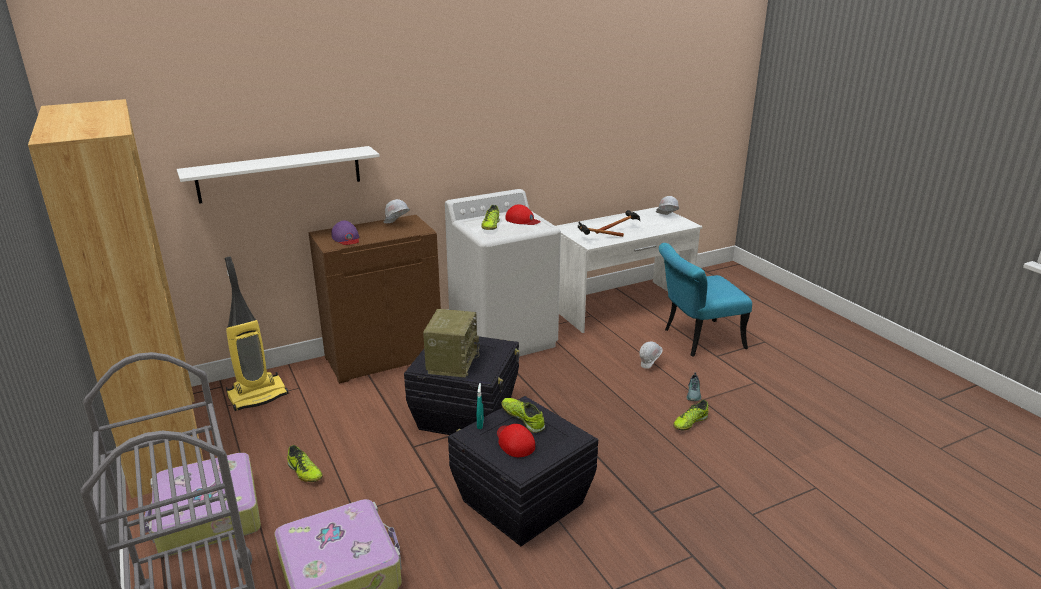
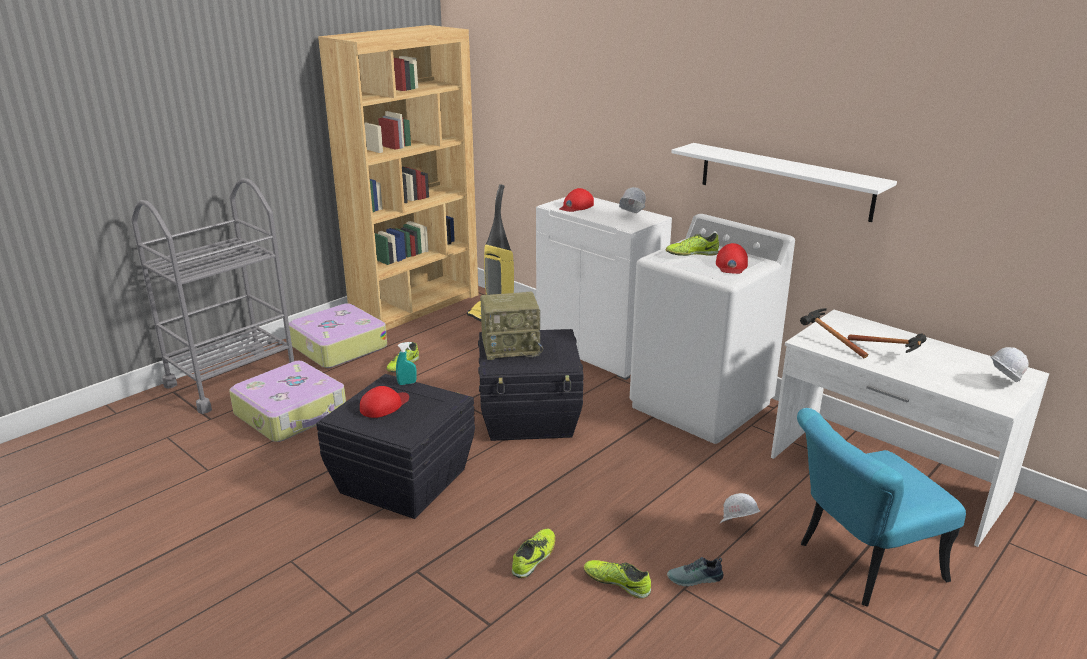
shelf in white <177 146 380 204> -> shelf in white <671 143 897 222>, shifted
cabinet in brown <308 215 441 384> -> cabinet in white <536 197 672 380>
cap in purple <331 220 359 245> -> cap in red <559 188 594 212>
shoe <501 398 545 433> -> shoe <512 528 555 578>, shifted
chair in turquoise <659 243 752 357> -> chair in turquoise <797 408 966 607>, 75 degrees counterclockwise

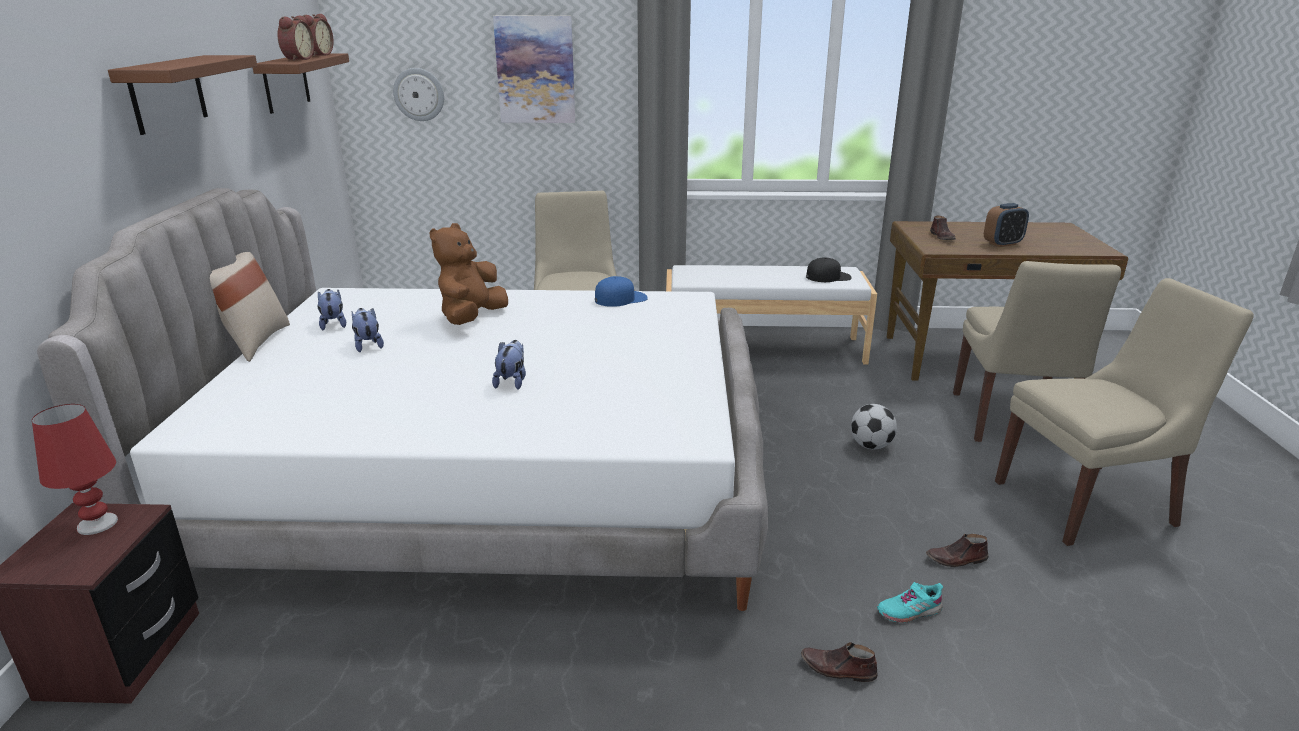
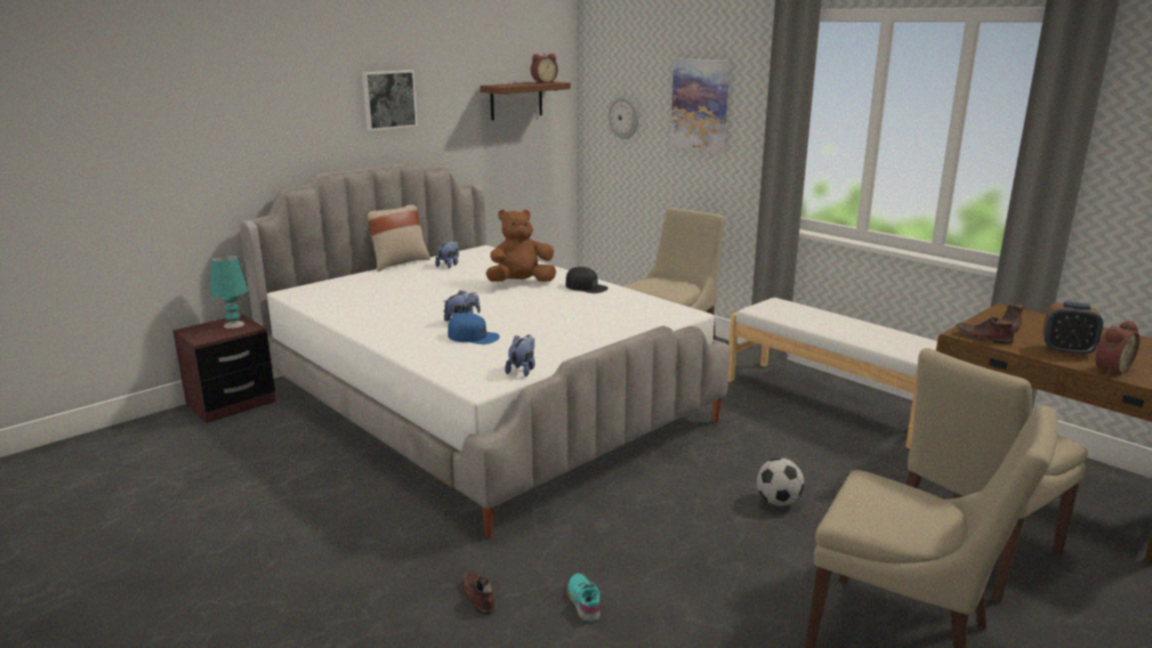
table lamp in red <32 404 118 535> -> table lamp in turquoise <210 255 248 329>
shelf in brown <108 55 257 135> -> picture <362 70 418 131>
alarm clock <277 16 314 61> -> alarm clock <1095 321 1140 375>, shifted
plush toy <352 308 384 352> -> plush toy <505 335 535 377>, shifted
cap in blue <595 276 648 307> -> cap in blue <448 313 500 344>, shifted
cap in black <806 257 852 282> -> cap in black <566 267 608 293>, shifted
shoe in turquoise <877 582 943 623> -> shoe in turquoise <567 573 600 621>, 45 degrees clockwise
shoe in brown <926 534 988 567> -> shoe in brown <956 317 1014 344>, shifted

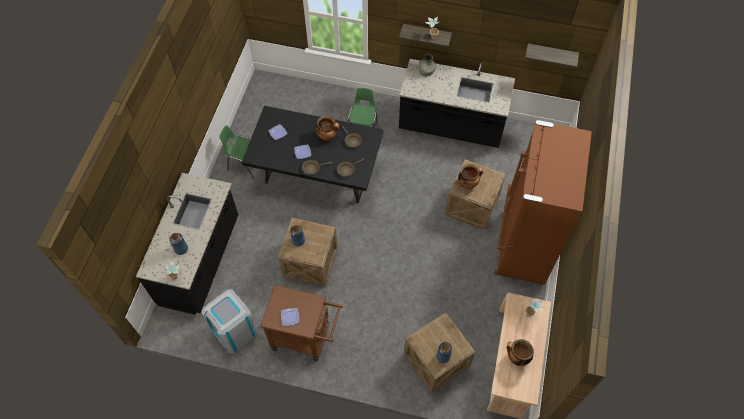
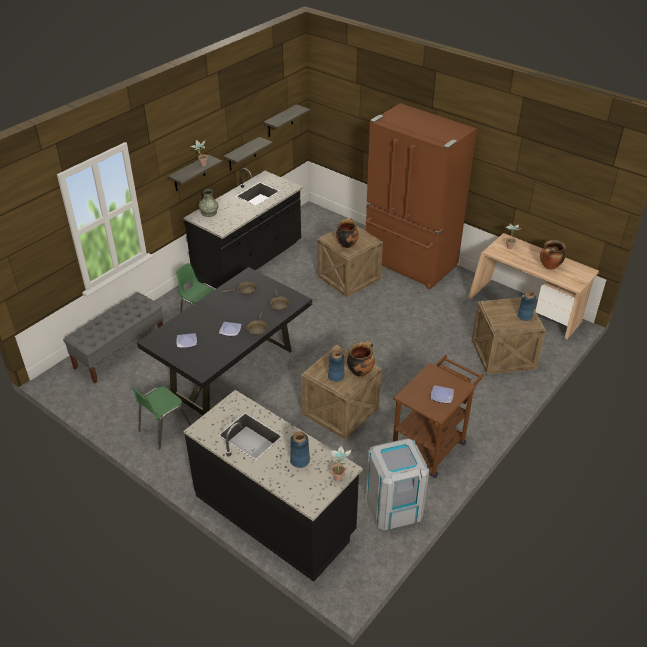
cooking pot <316 116 339 141> -> cooking pot <347 341 375 377>, shifted
none -> bench in grey <63 292 163 383>
none -> shelf <223 137 273 171>

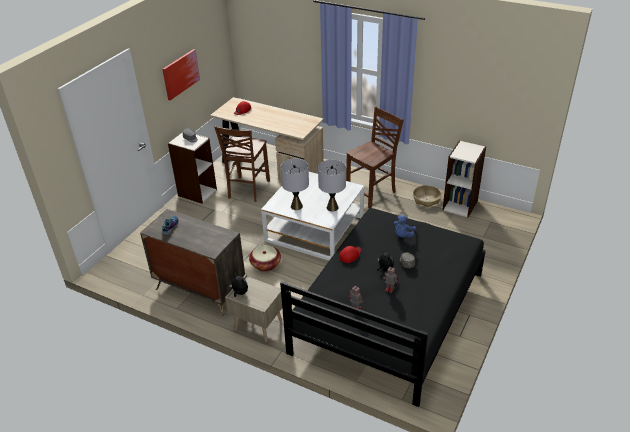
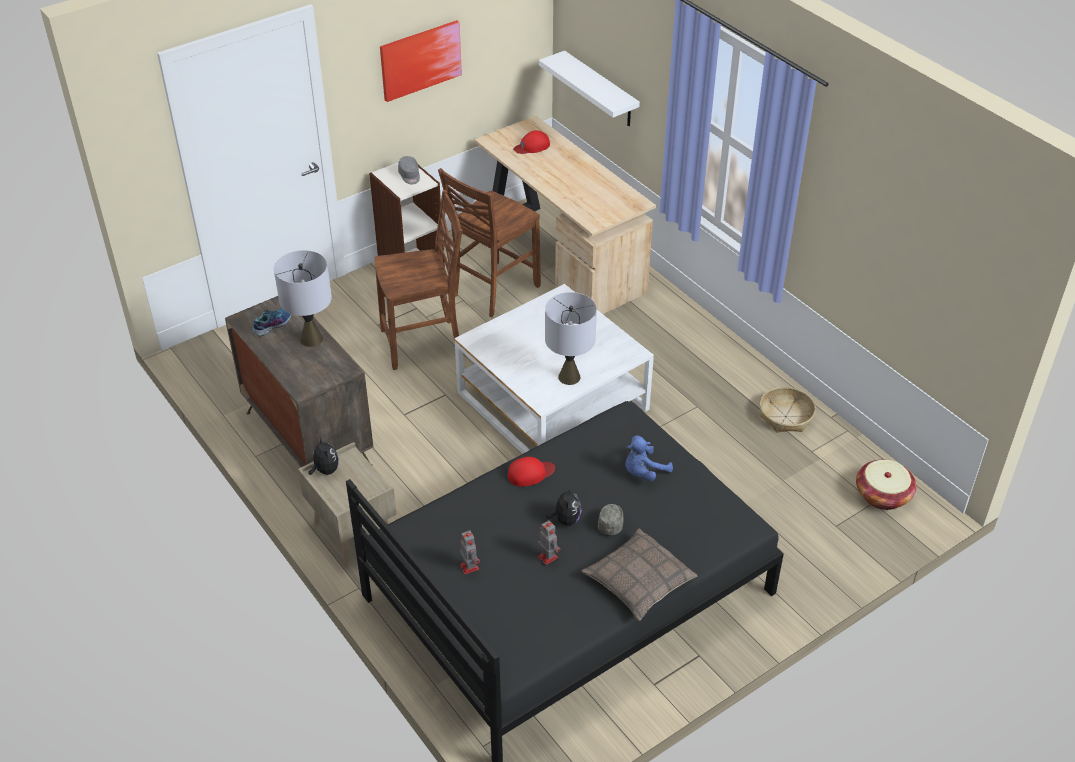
basket <249 245 281 272> -> basket <856 460 916 510>, shifted
table lamp in grey <280 159 309 210> -> table lamp in grey <274 250 332 347>, shifted
chair in brown <346 107 404 208> -> chair in brown <374 190 463 370>, shifted
bookcase <442 140 486 218> -> none
none -> shelf in white <539 51 640 126>
none -> pillow <581 528 697 621>

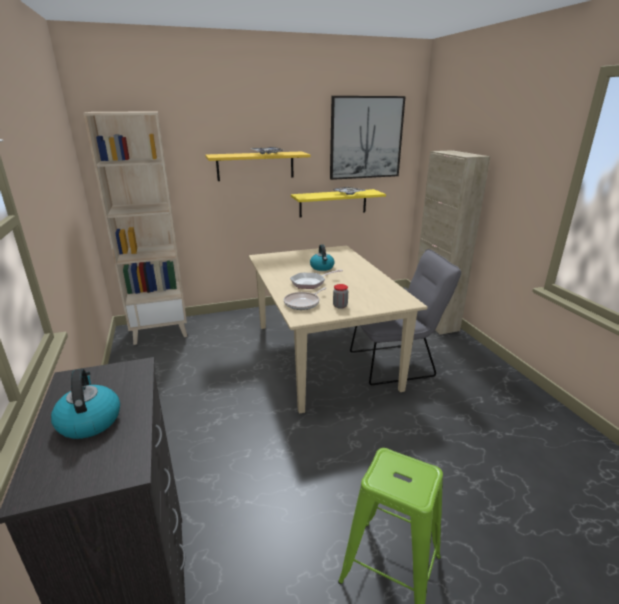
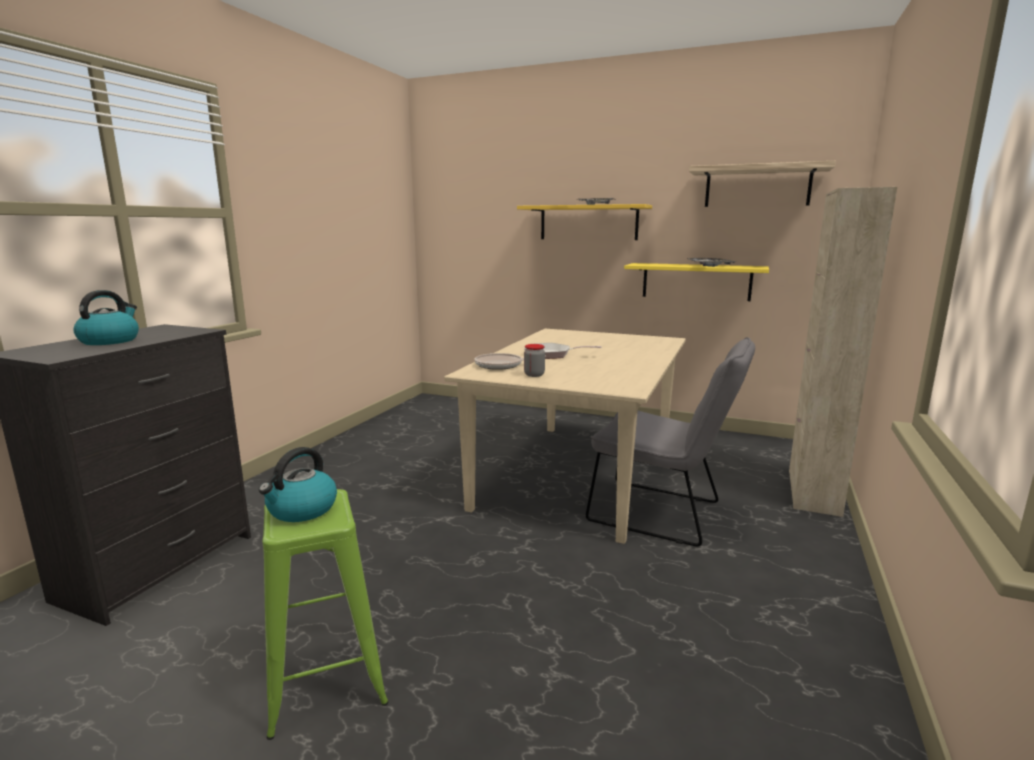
bookcase in beige <83 112 187 345> -> none
kettle <310 244 335 271> -> kettle <259 447 337 522>, shifted
picture <330 96 406 180> -> shelf <689 161 836 207>

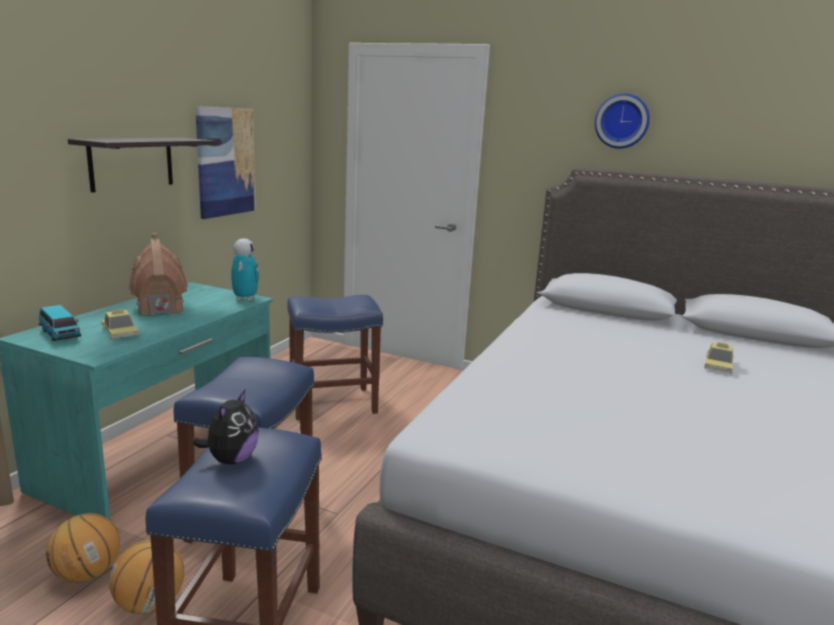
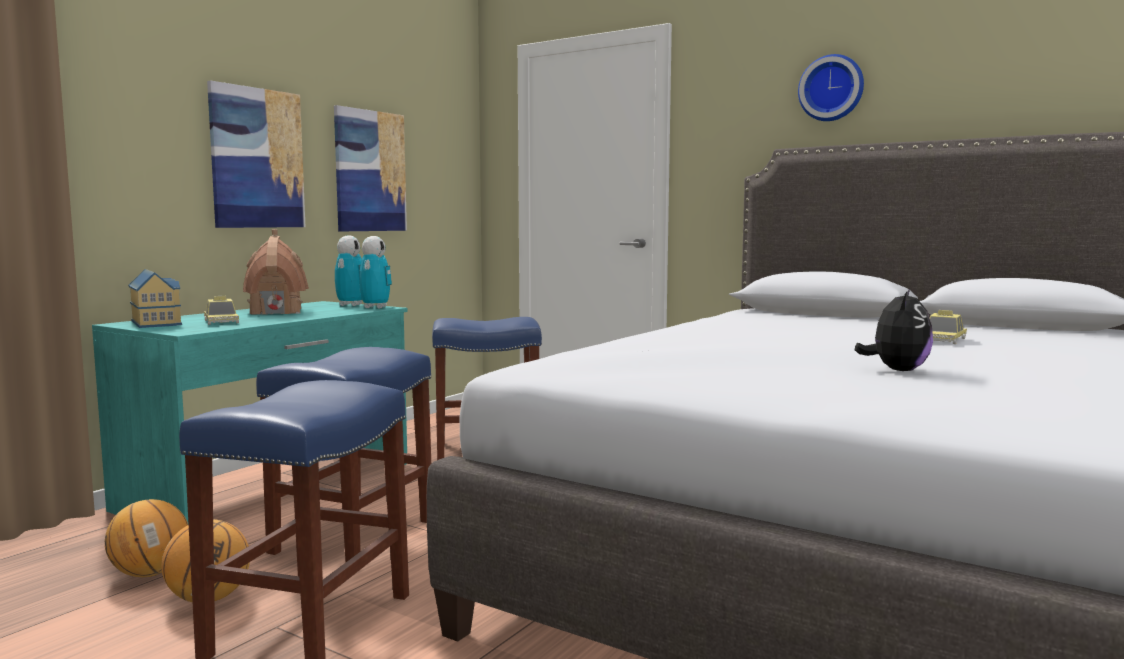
toy car <39 305 81 341> -> toy house <128 269 182 328>
shelf <68 138 216 192> -> picture <207 81 306 228>
plush toy <193 390 259 464> -> plush toy <855 288 933 371>, shifted
none -> toy robot <335 236 362 306>

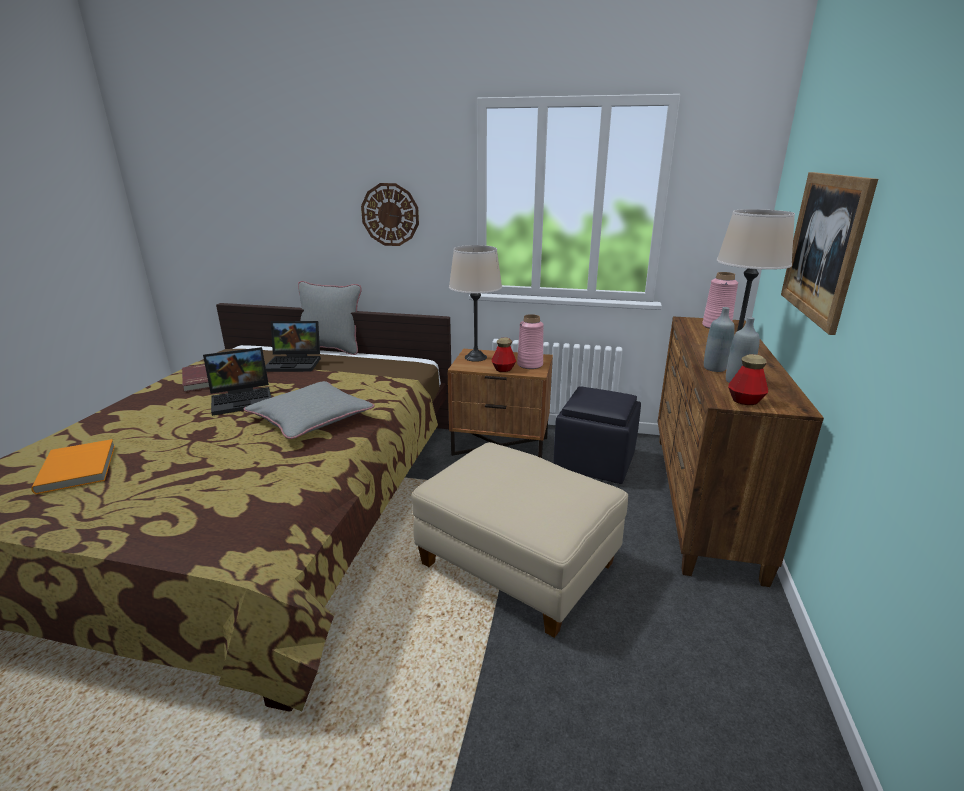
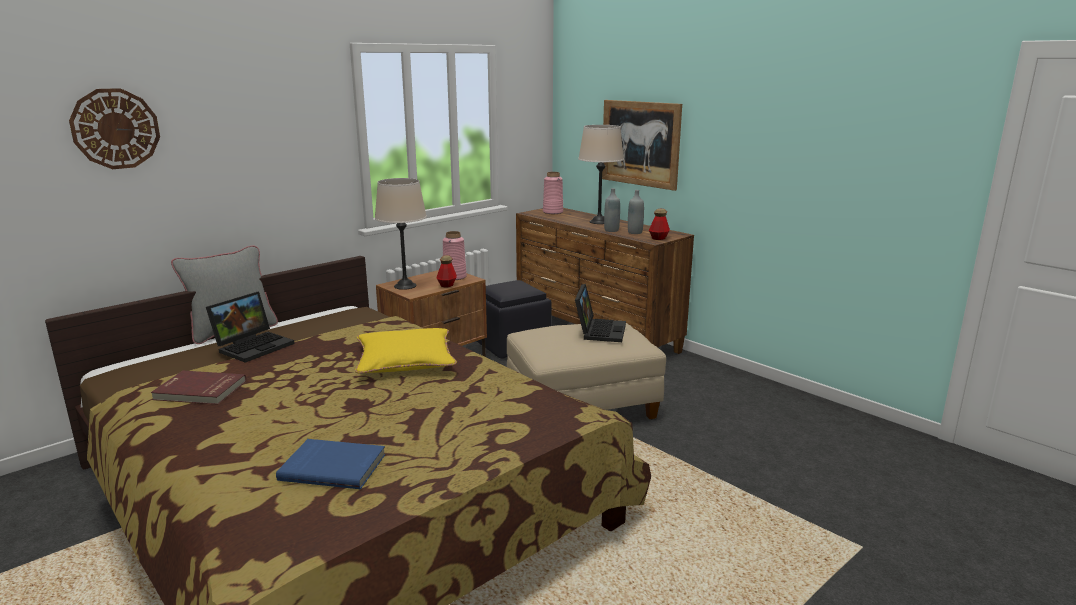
book in orange <31 439 115 494> -> book in blue <276 439 385 489>
laptop <203 347 271 416> -> laptop <575 284 626 342>, shifted
pillow in grey <244 381 375 439> -> pillow in yellow <355 328 457 374>
wall clock <361 183 419 246> -> wall clock <69 88 160 169>, shifted

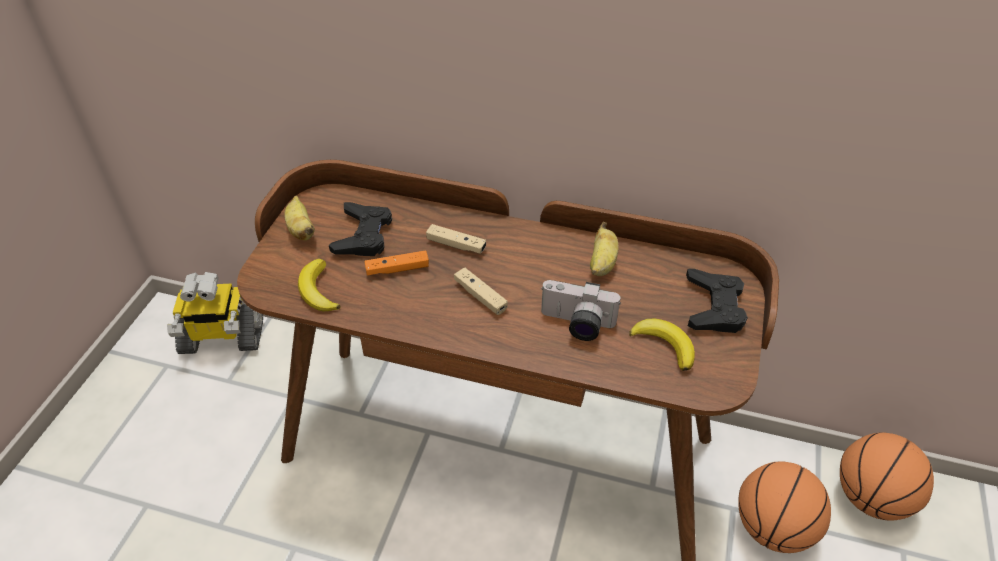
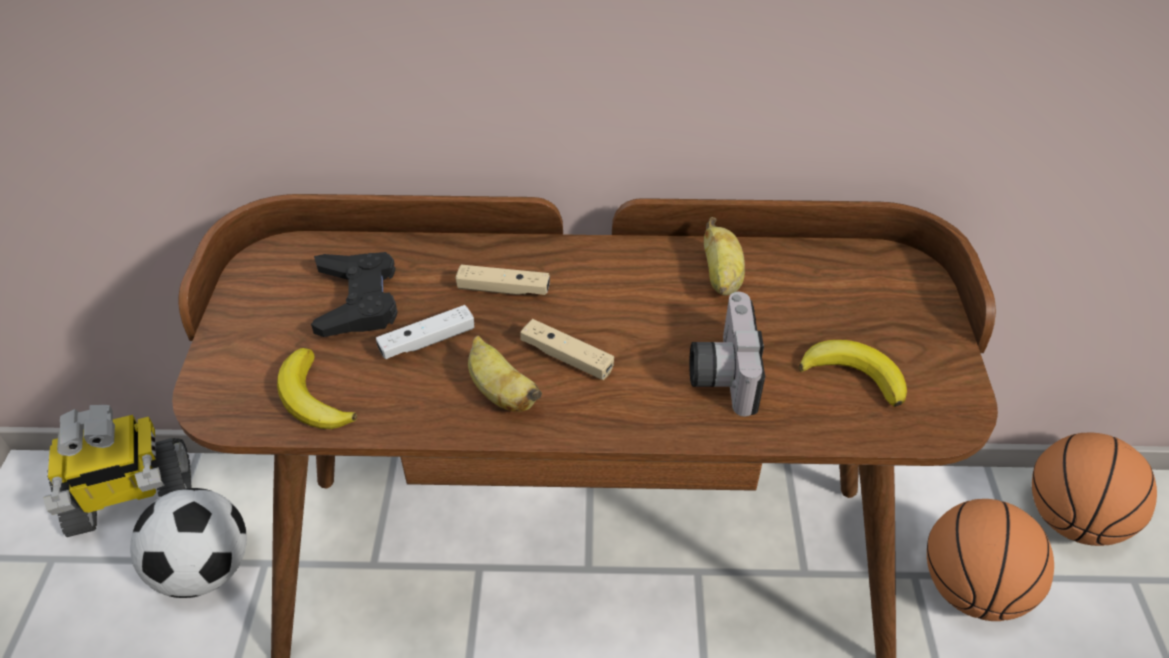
banana <284 196 315 240> -> banana <468 336 542 412>, shifted
game controller in orange <365 250 429 275> -> game controller in white <376 305 474 359>
photo camera <541 280 621 341> -> photo camera <689 292 765 417>, 90 degrees clockwise
game controller in black <686 269 748 333> -> none
none -> football <130 488 247 598>

